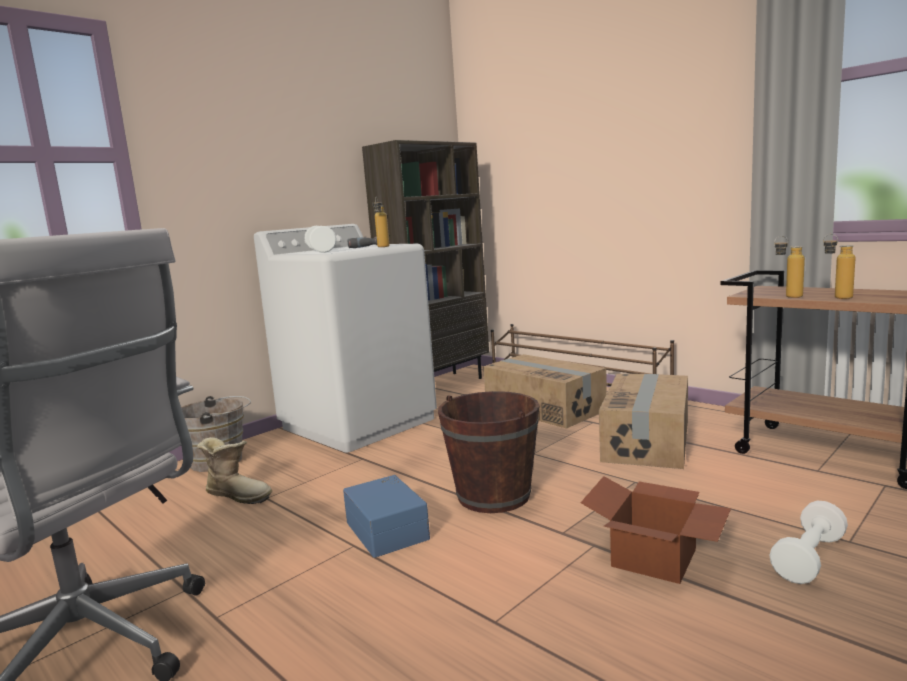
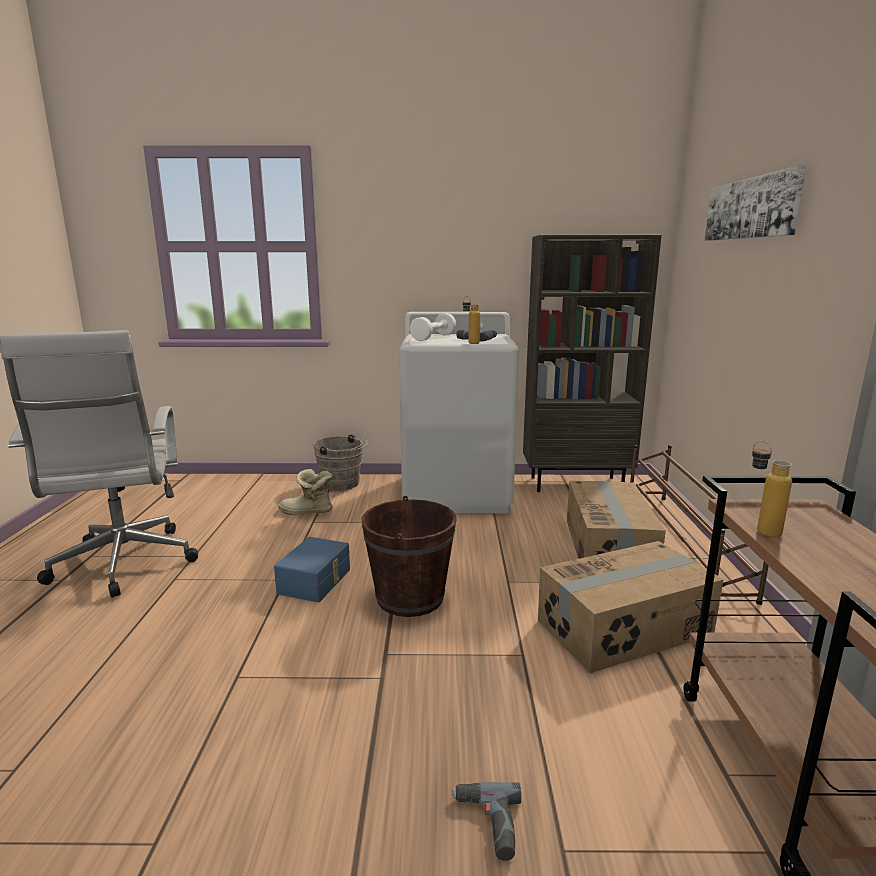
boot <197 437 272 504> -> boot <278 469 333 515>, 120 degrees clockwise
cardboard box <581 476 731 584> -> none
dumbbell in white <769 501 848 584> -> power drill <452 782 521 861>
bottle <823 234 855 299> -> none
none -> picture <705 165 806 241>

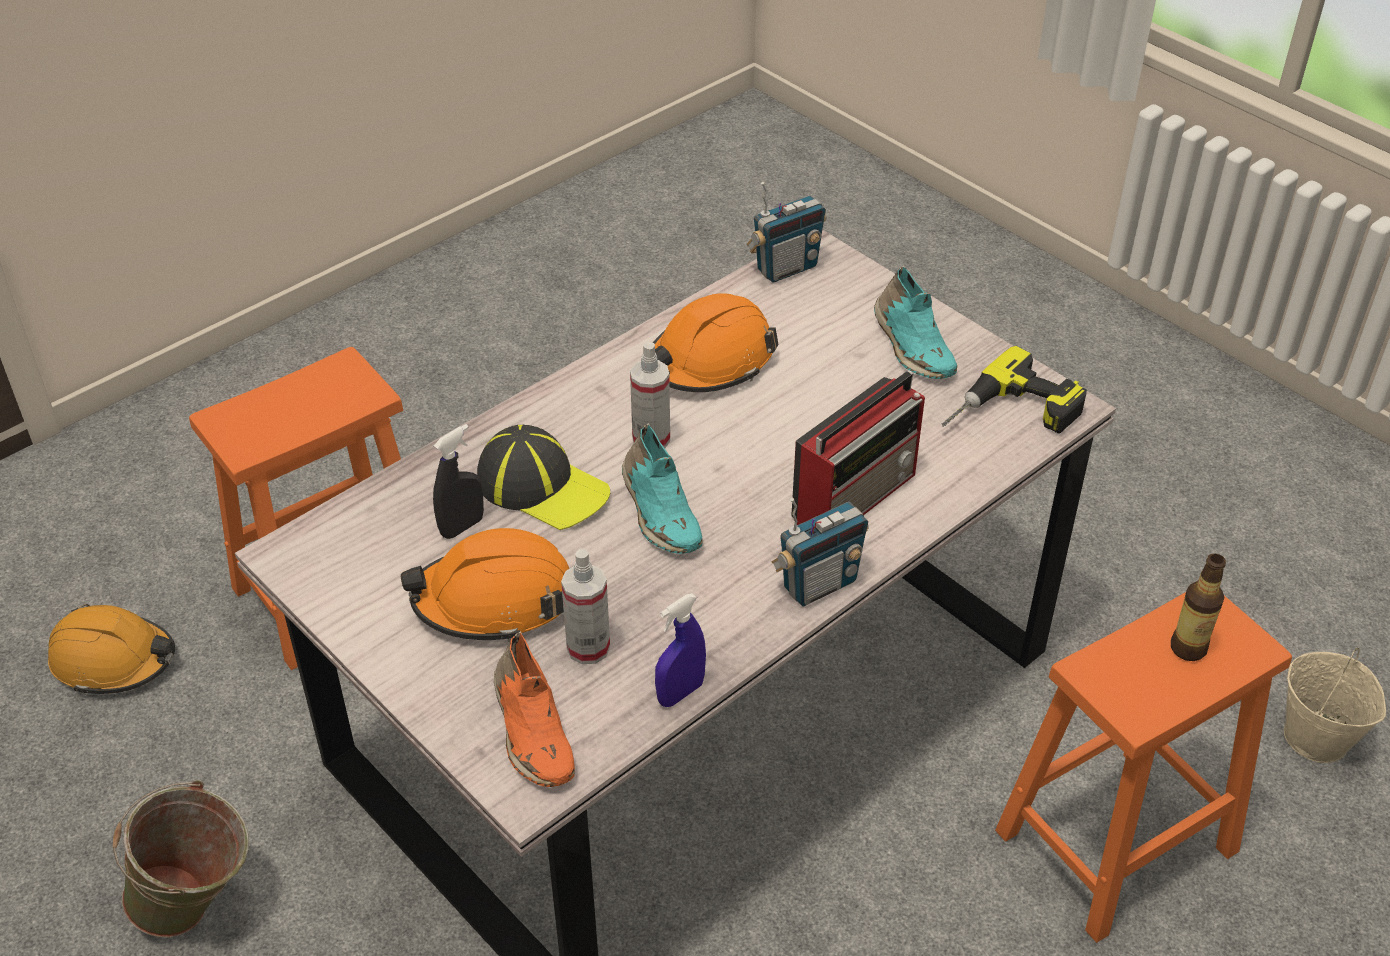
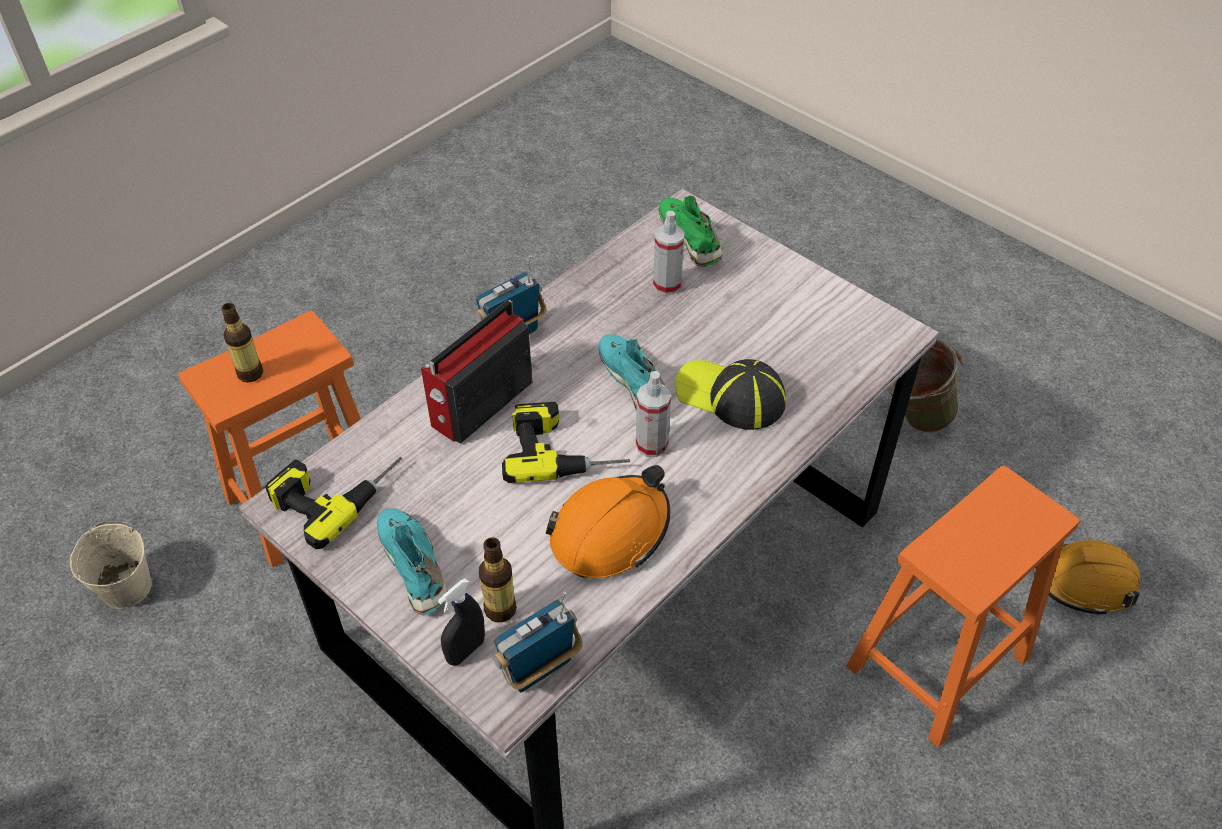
hard hat in orange <401 528 569 642> -> none
spray bottle in black <433 424 484 539> -> spray bottle in black <438 578 485 666>, shifted
shoe in orange <494 631 575 787> -> shoe in green <659 195 723 267>
spray bottle in blue <655 594 706 707> -> none
none -> bottle <479 537 517 622>
none -> power drill <502 402 630 483>

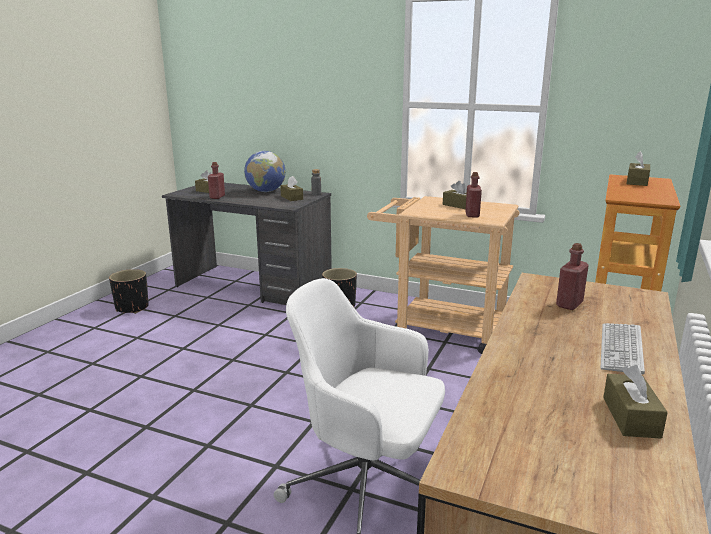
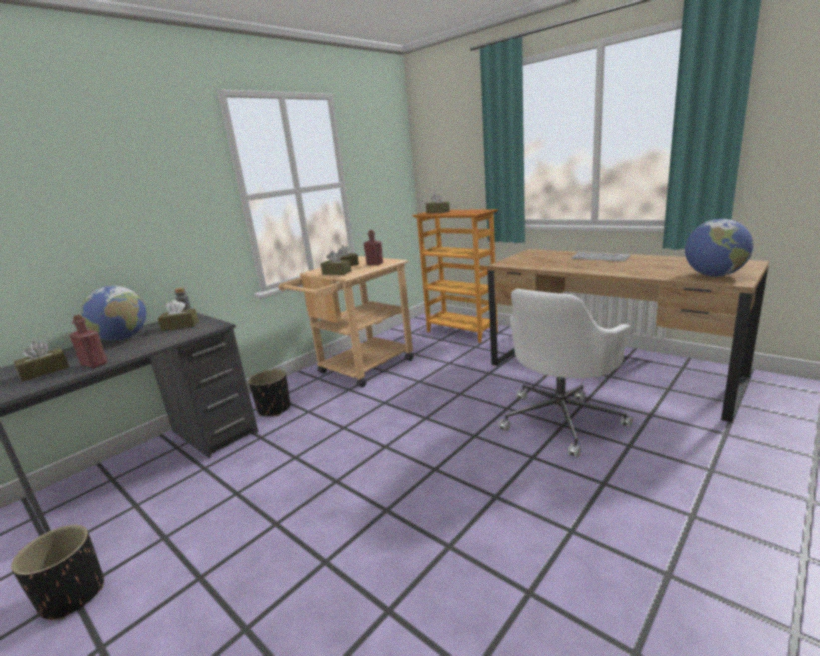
bottle in red <556 243 589 310> -> none
tissue box in brown <603 365 668 438> -> tissue box in brown <321 251 351 275>, shifted
none -> globe <685 219 753 277>

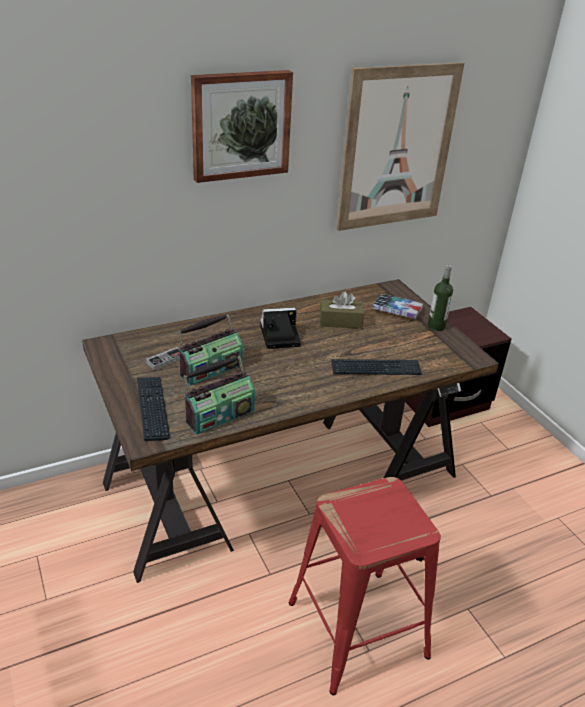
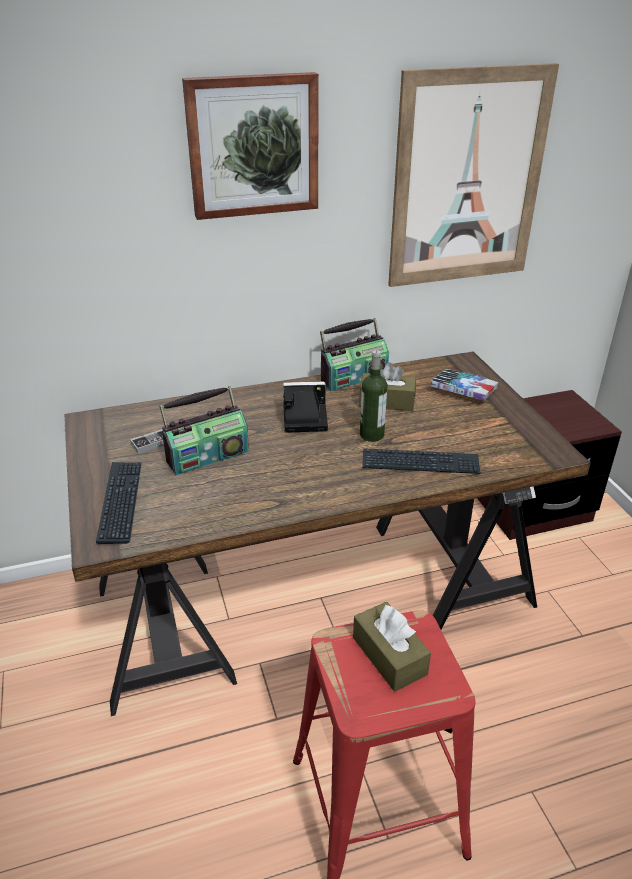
radio <183 356 255 435> -> radio <320 318 389 391>, shifted
bottle <428 264 453 331> -> bottle <360 350 388 442>, shifted
none -> tissue box in brown <353 602 431 692>

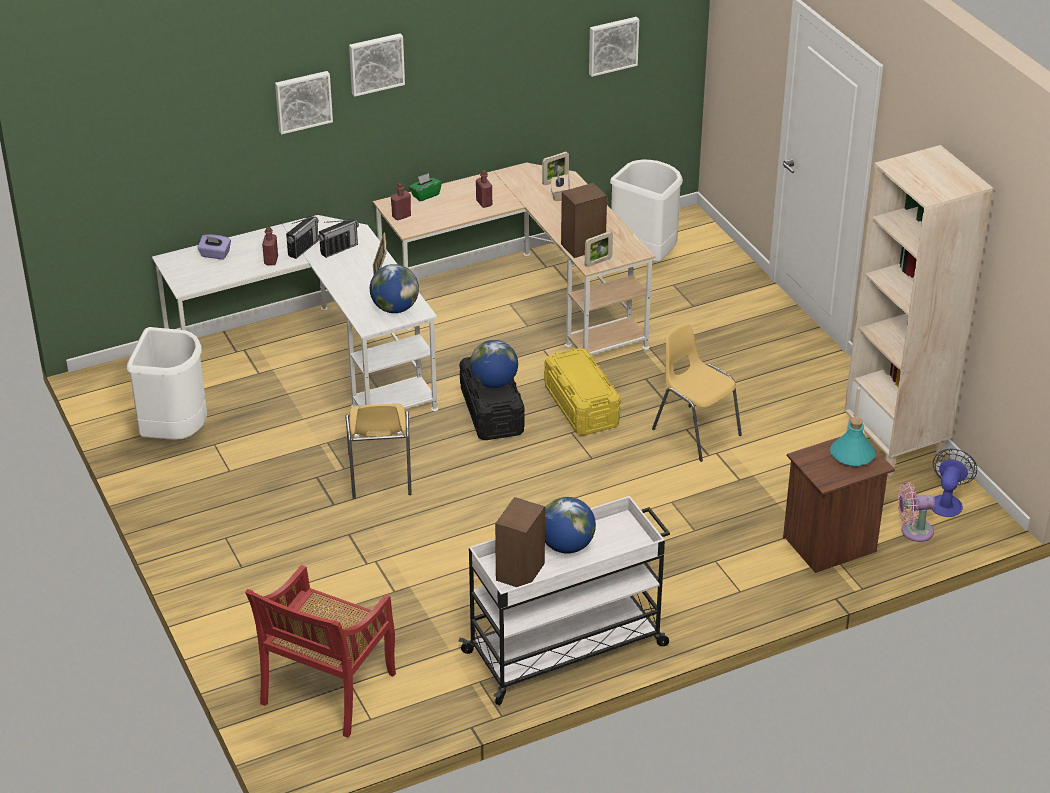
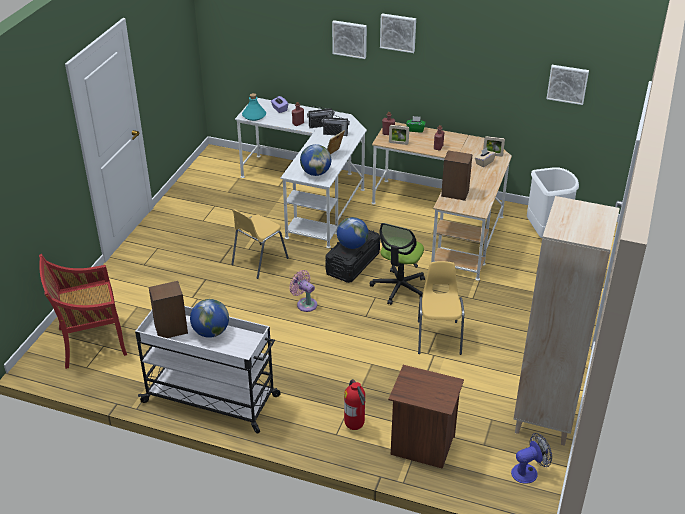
trash can in white <127 327 207 440> -> none
storage box in yellow <544 348 621 436> -> office chair <370 223 425 305>
picture frame <585 231 613 267> -> picture frame <389 125 409 145>, shifted
bottle in turquoise <830 417 876 466> -> bottle in turquoise <242 93 266 121>, shifted
fan in pink <898 482 935 542> -> fan in pink <289 270 317 312>, shifted
none -> fire extinguisher <344 379 365 430>

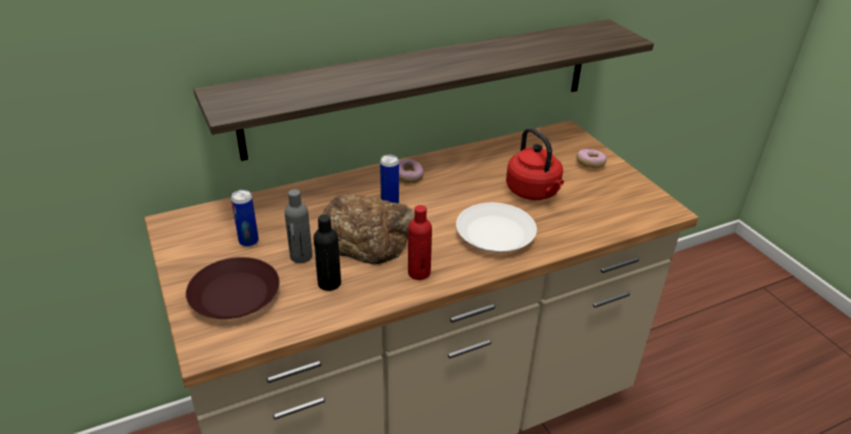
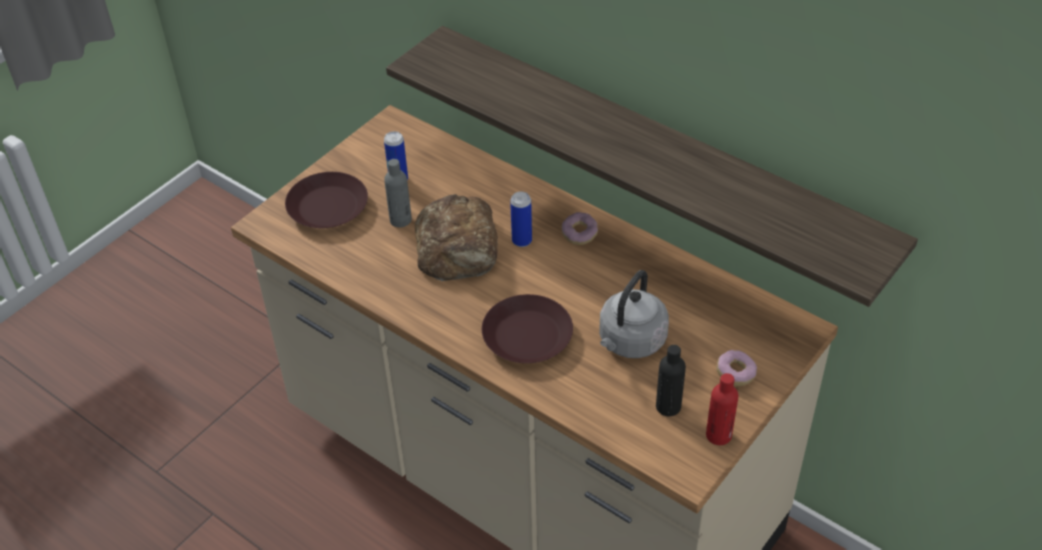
bottle in black <313 214 341 291> -> bottle in black <656 345 686 416>, shifted
bottle in red <408 205 432 280> -> bottle in red <706 373 738 445>, shifted
plate in white <456 203 537 252> -> plate in brown <482 294 573 363>
kettle in red <506 127 564 200> -> kettle in grey <599 270 669 358>

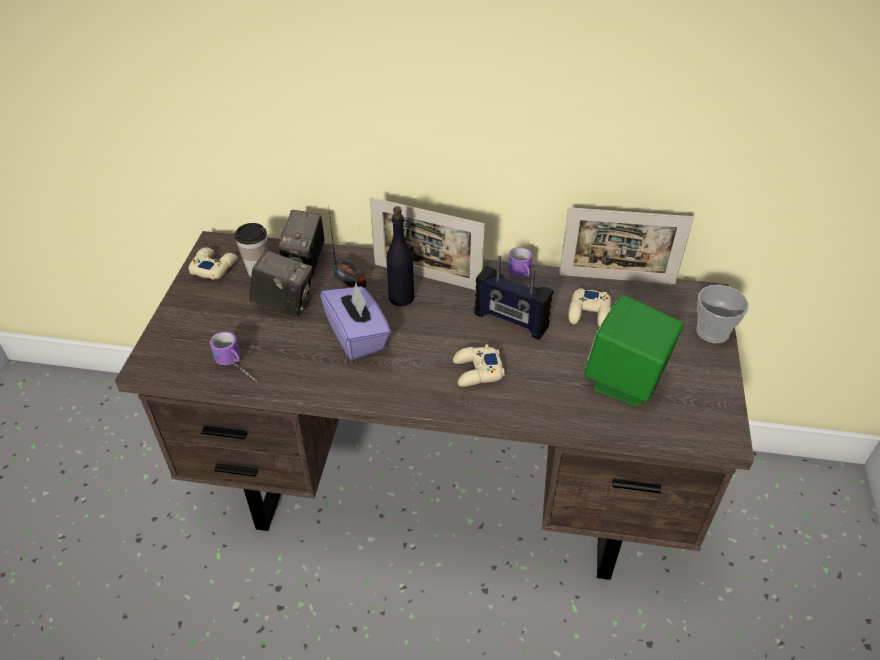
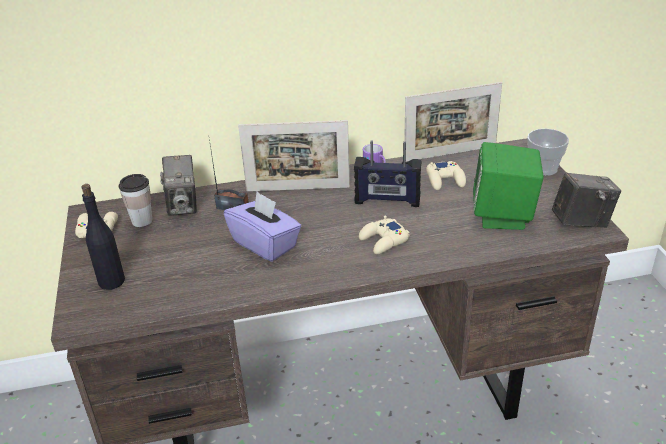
mug <210 331 257 382> -> none
photo camera <249 250 313 317> -> photo camera <552 172 621 228>, shifted
bottle in black <387 206 414 306> -> bottle in black <81 184 125 290>, shifted

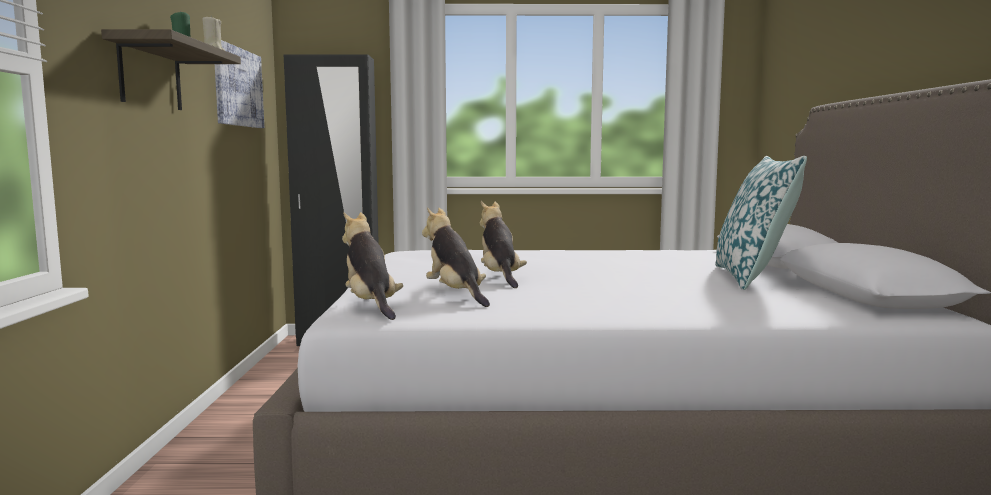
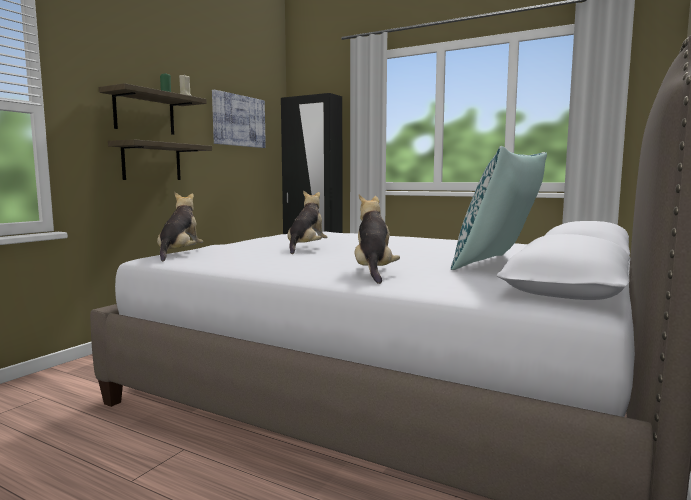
plush toy <422 207 490 307> -> plush toy <354 194 400 284>, shifted
none -> shelf <108 139 212 180>

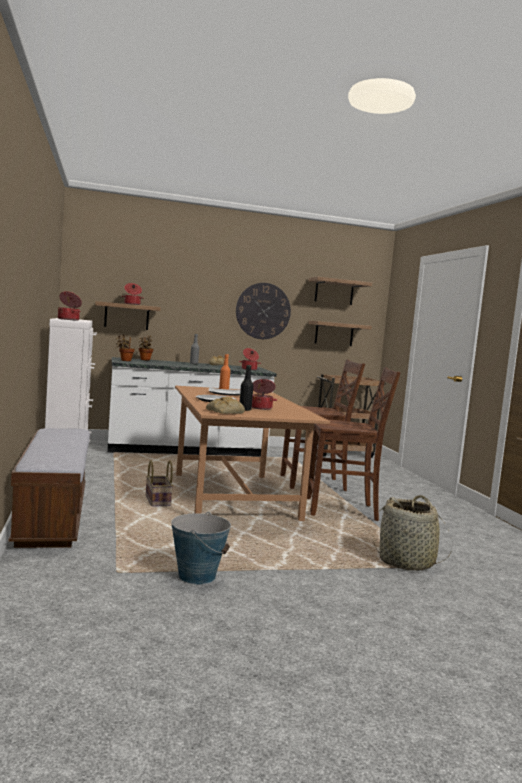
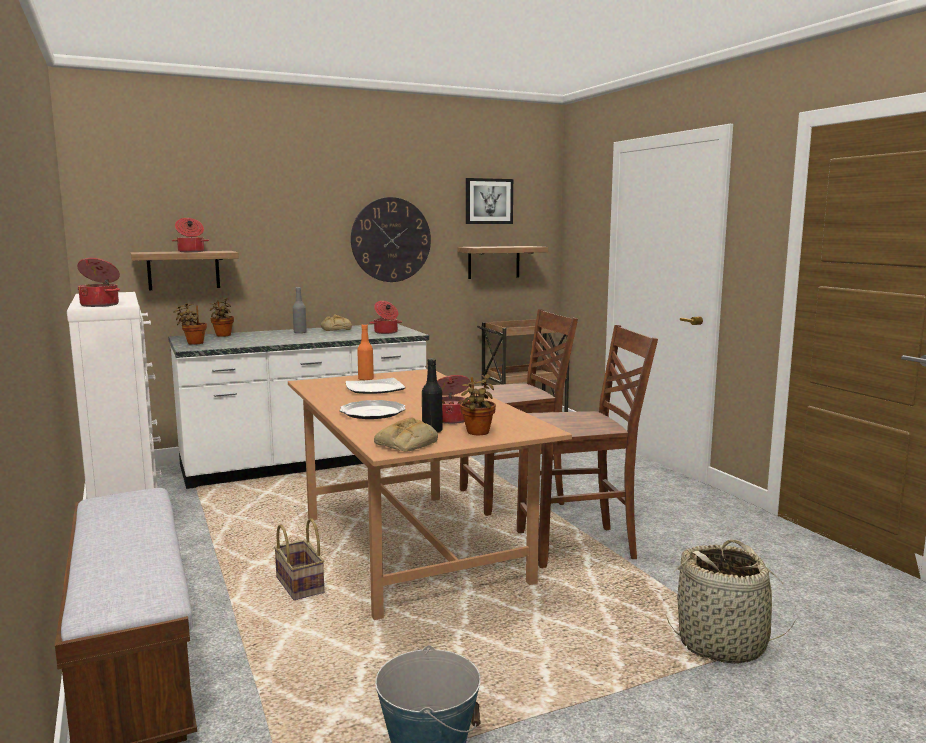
shelf <308 277 372 305> -> picture <466 178 513 224>
none -> potted plant <460 374 496 435>

